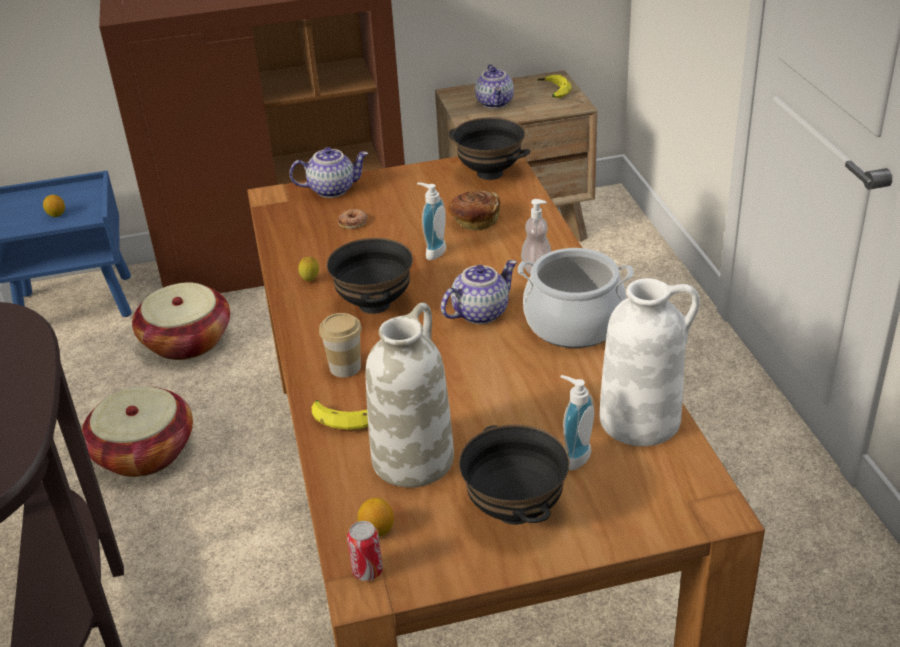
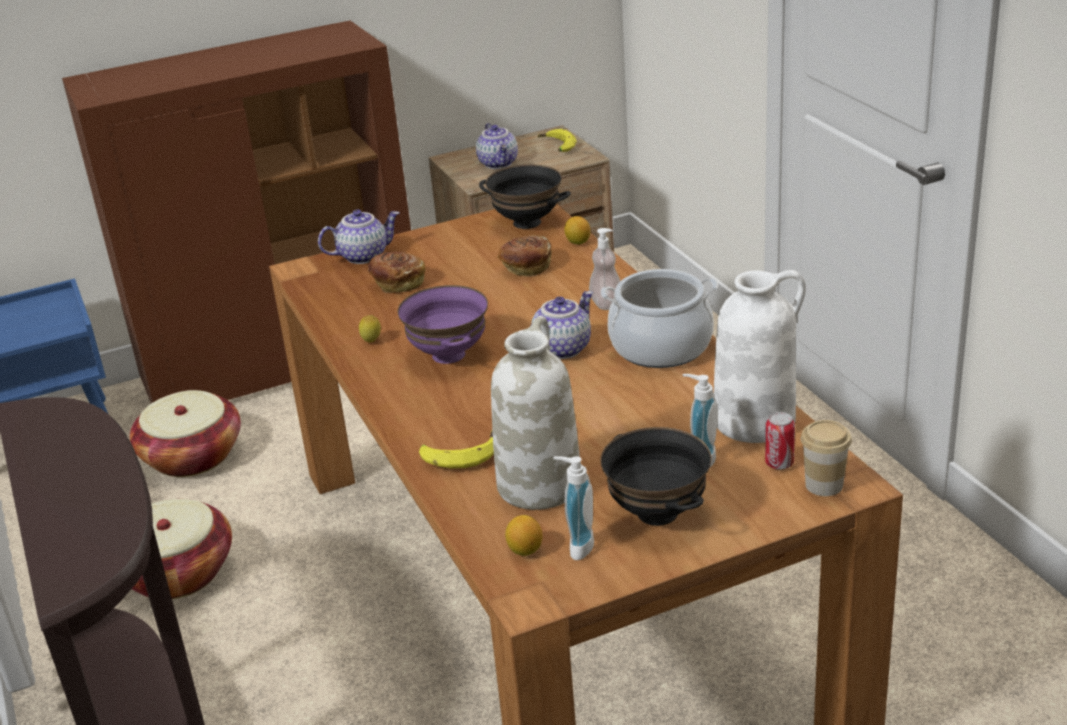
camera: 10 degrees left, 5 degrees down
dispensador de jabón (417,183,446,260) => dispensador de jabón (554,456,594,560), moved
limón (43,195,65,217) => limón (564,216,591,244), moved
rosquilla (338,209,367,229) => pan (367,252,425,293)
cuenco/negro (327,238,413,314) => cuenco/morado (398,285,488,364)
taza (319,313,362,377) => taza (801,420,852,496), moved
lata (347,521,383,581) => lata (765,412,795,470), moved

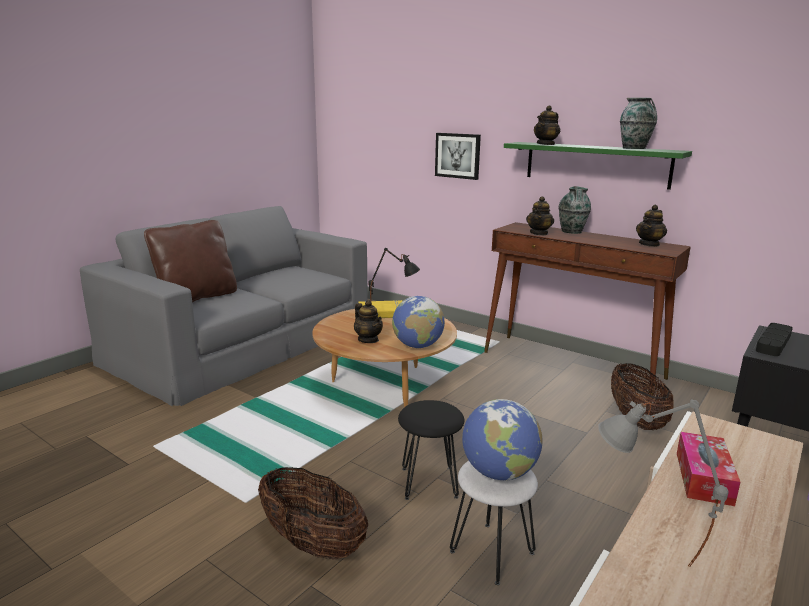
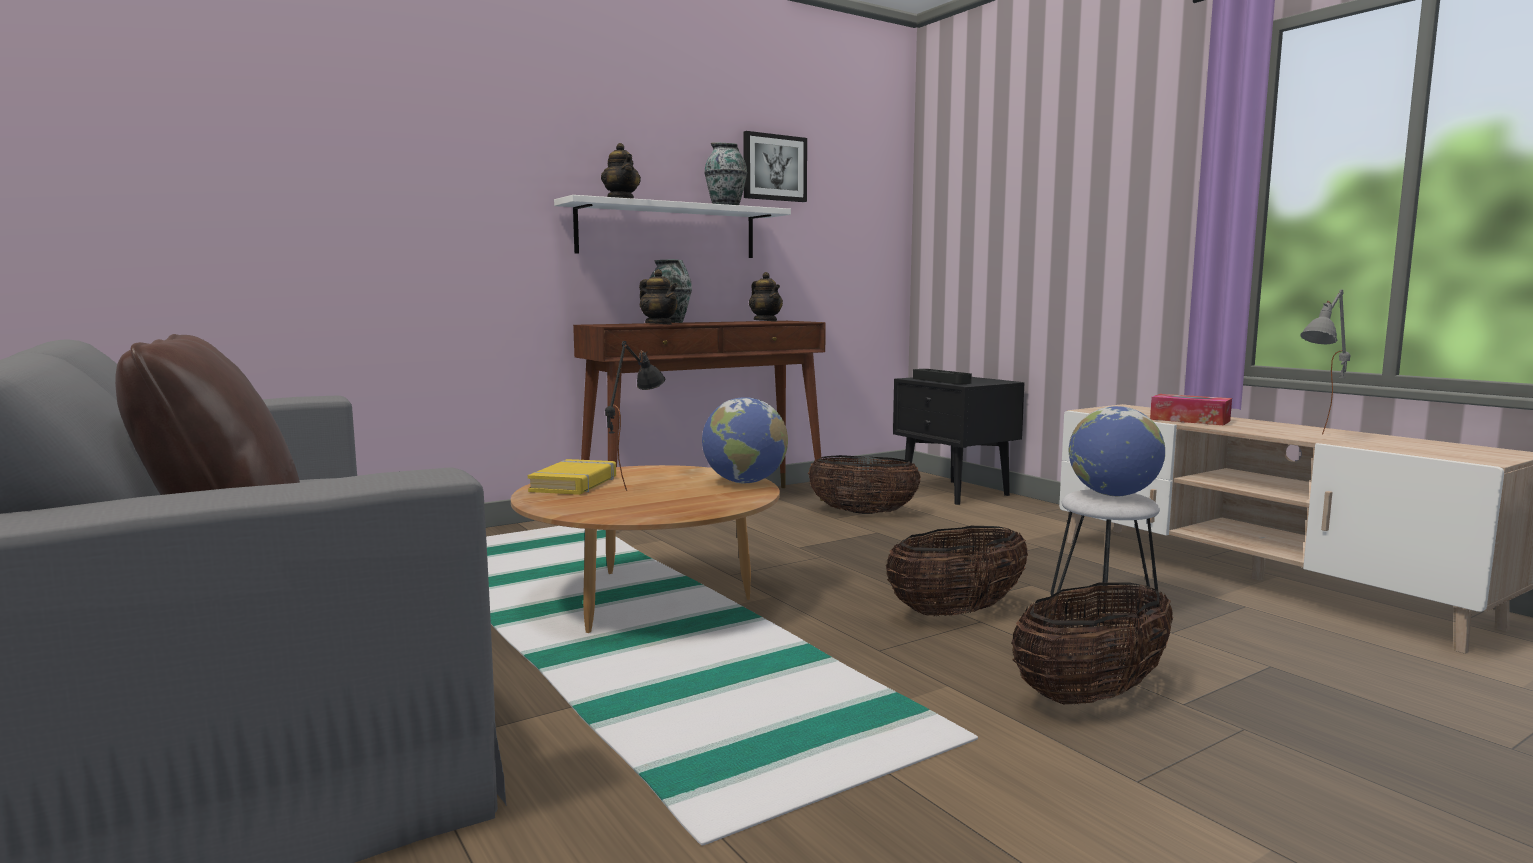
camera: 70 degrees left, 10 degrees down
cuadro (435,133,481,180) => cuadro (743,131,807,202), moved
estante/verde (504,142,692,190) => estante/blanco (554,195,791,258)
tetera (354,300,383,343) => nothing
taburete/negro (398,400,464,500) => cesta (886,526,1028,616)

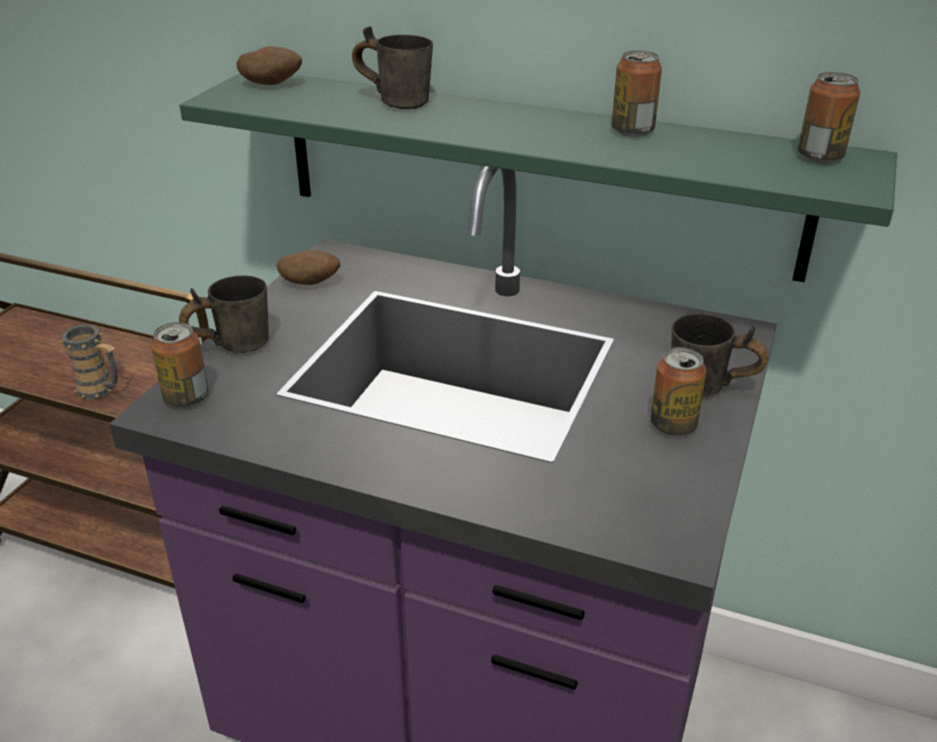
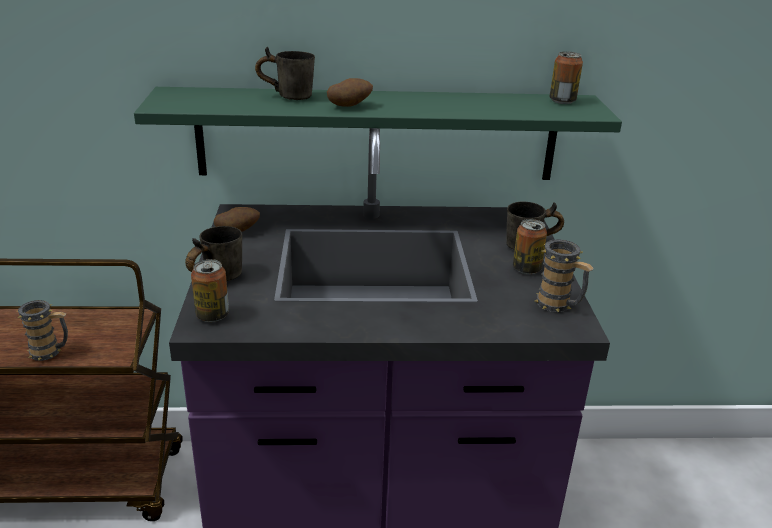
camera: 25 degrees left, 5 degrees down
patata (236,46,302,85) => patata (327,78,373,107), moved
lata (612,50,662,137) => nothing
nothing => taza grande (534,239,594,313)

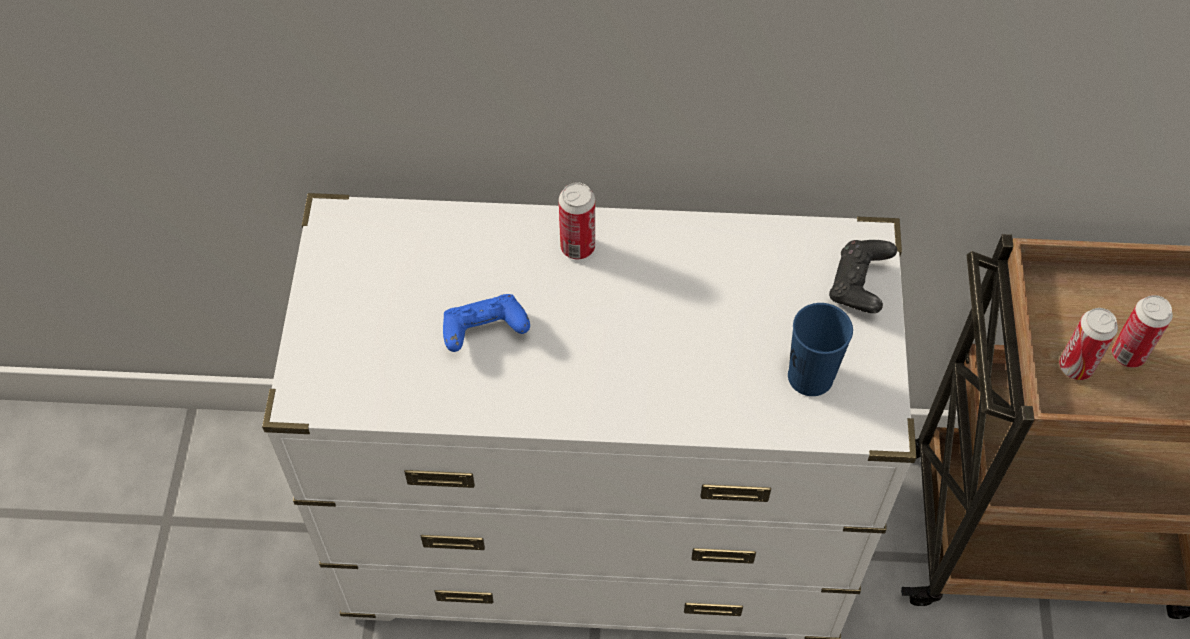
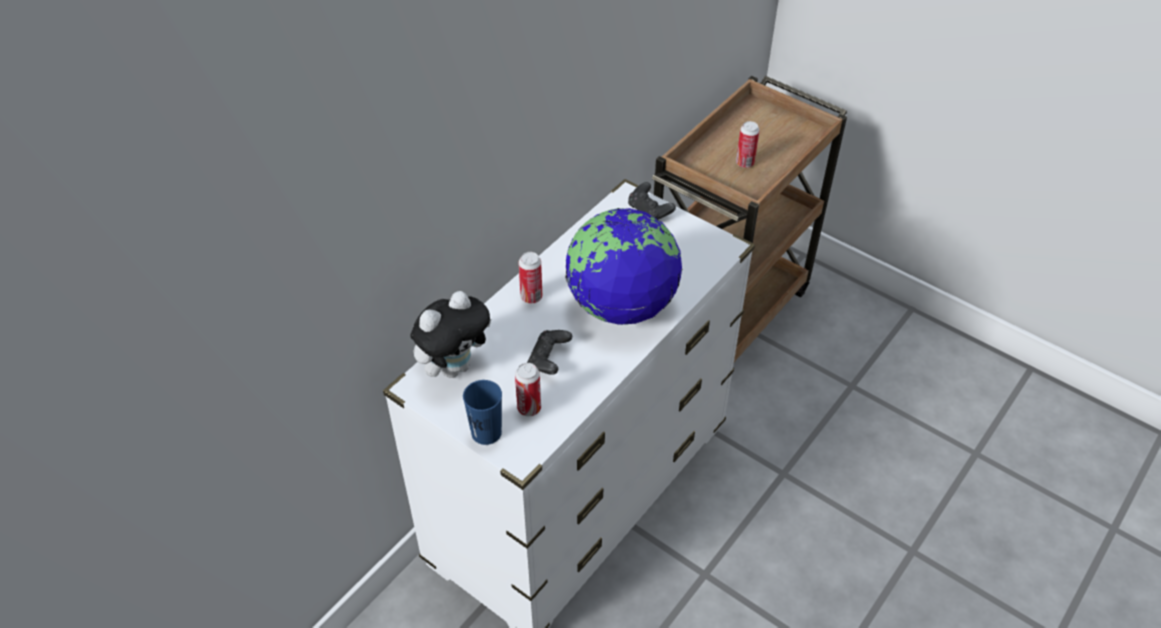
camera: 55 degrees left, 10 degrees down
mando de consola/azul (443,294,530,352) => mando de consola/negro (527,330,572,375)
taza/azul (788,303,853,396) => taza/azul (463,380,502,445), moved
lata (1059,308,1118,380) => lata (515,363,541,416), moved
nothing => globo terráqueo (565,208,682,325)
nothing => peluche (410,291,491,378)

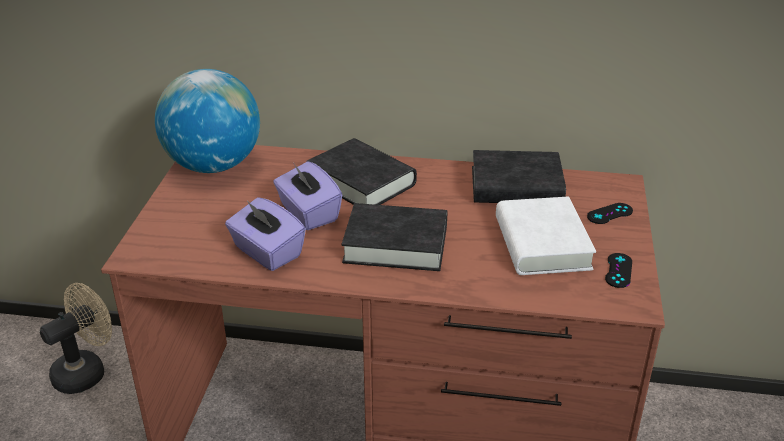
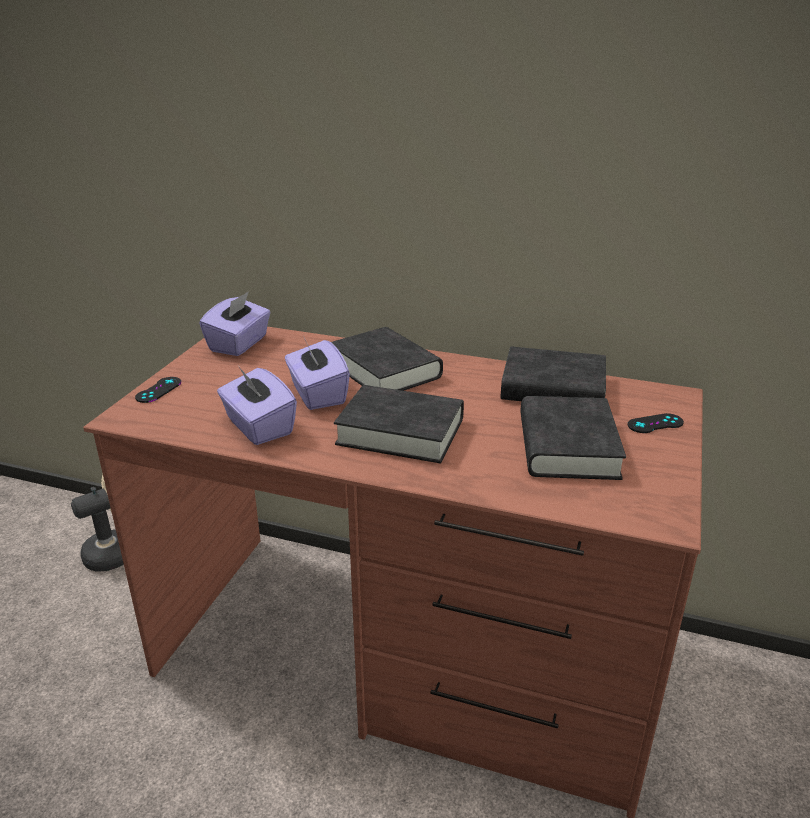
camera: 10 degrees right, 5 degrees down
globo terráqueo (155,69,260,173) => caja de pañuelos/morado (199,292,271,356)
libro/blanco (496,197,596,275) => libro/negro (521,396,626,480)
mando de consola/negro (605,253,632,288) => mando de consola/negro (135,377,181,403), moved

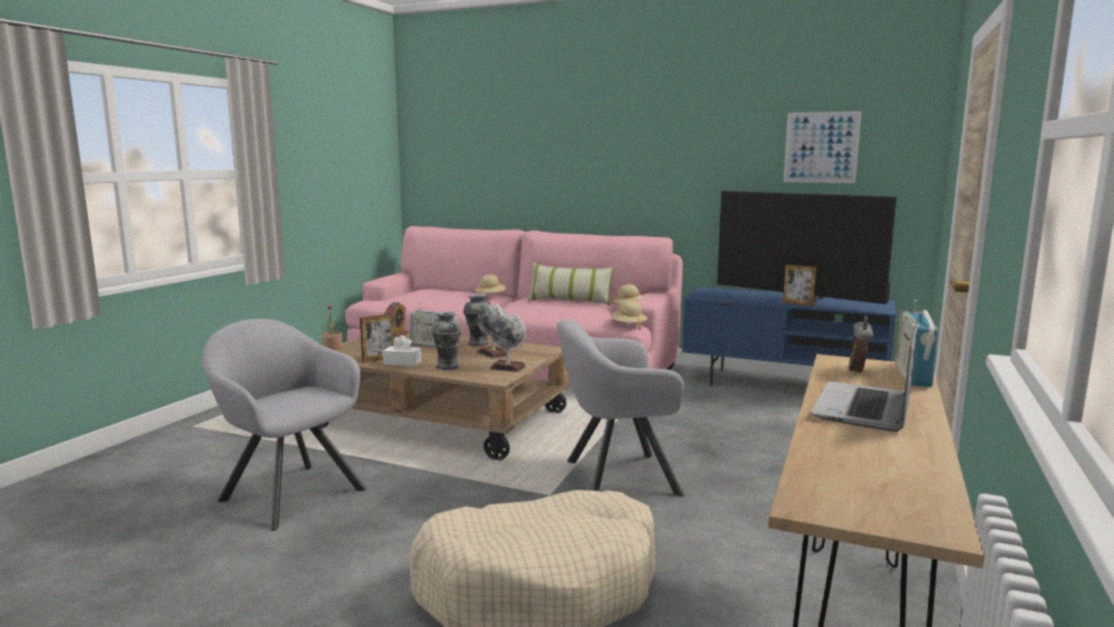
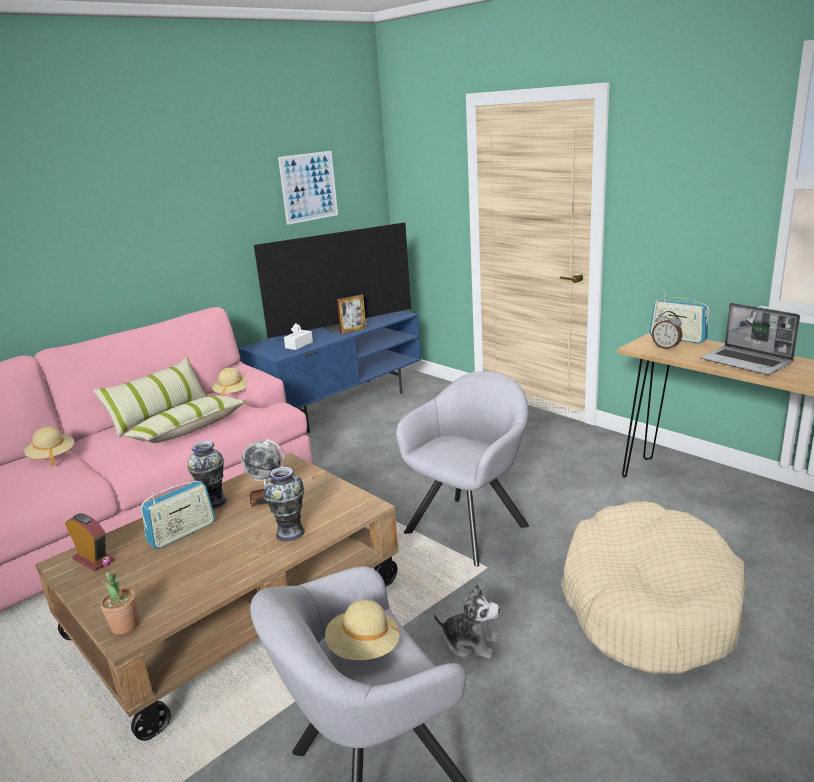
camera: 65 degrees left, 10 degrees up
sombrero/beis (610,300,648,330) => sombrero/beis (325,600,401,660), moved
portarretratos (360,314,396,362) => nothing
globo terráqueo (490,314,526,372) => nothing
sillón/gris (557,320,684,497) => sillón/gris (396,371,529,567), 150 degrees counterclockwise
caja de pañuelos/blanco (383,335,421,366) => caja de pañuelos/blanco (284,323,313,350), moved
nothing => cojín (123,395,247,443)
nothing => peluche (434,583,500,659)

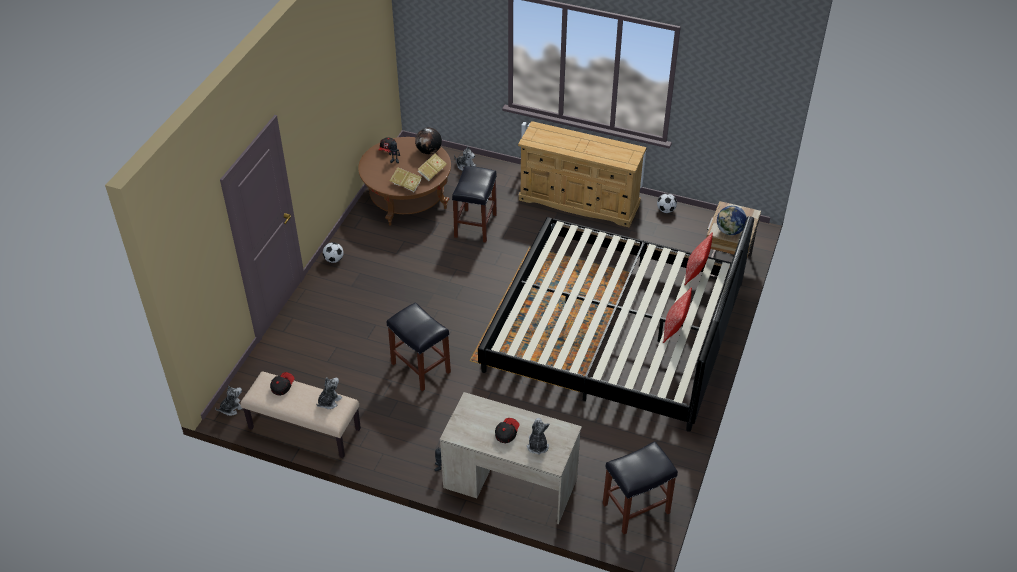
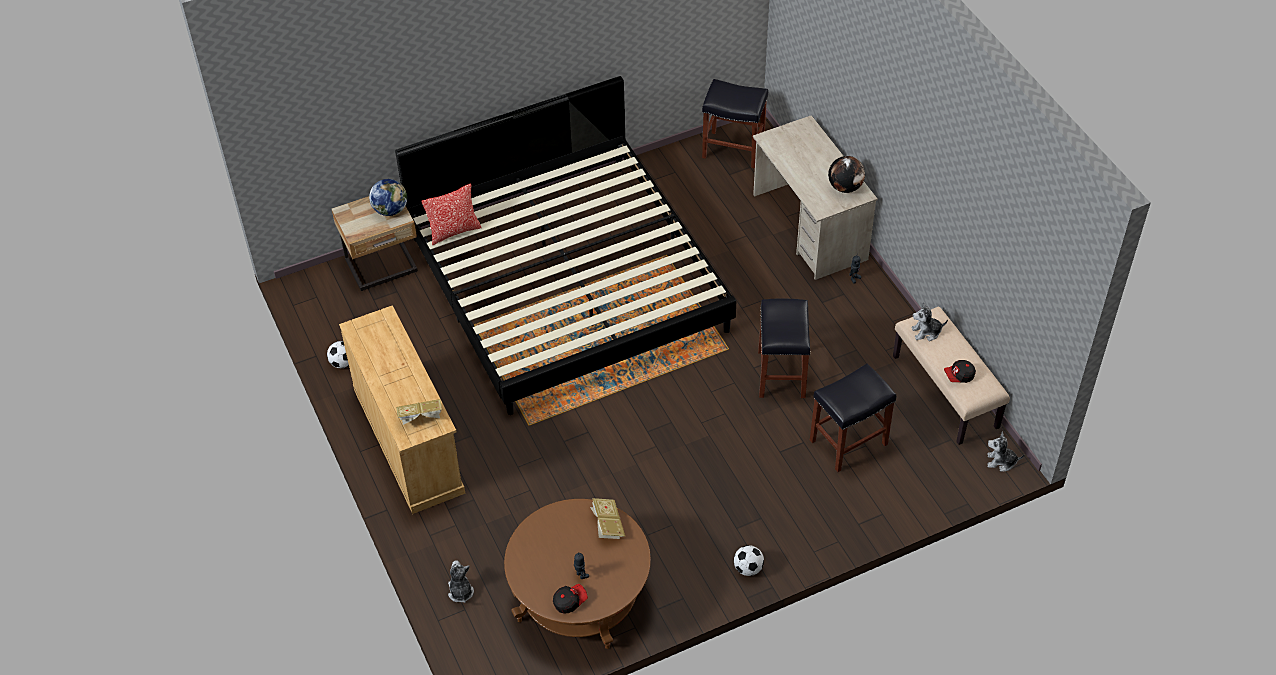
camera: 135 degrees left, 5 degrees up
globo terráqueo (415,128,442,154) => globo terráqueo (828,156,865,193), moved
libro (418,154,447,181) => libro (396,399,442,425), moved
taburete/negro (452,166,497,242) => taburete/negro (810,364,896,472), moved
cojín (663,287,692,343) => nothing
gorra (495,418,519,444) => nothing
peluche (527,418,549,455) => nothing

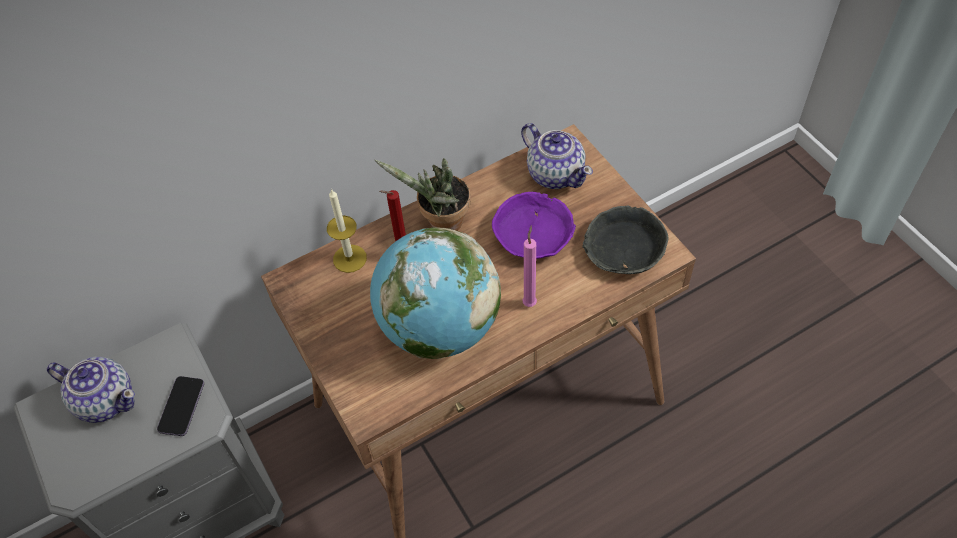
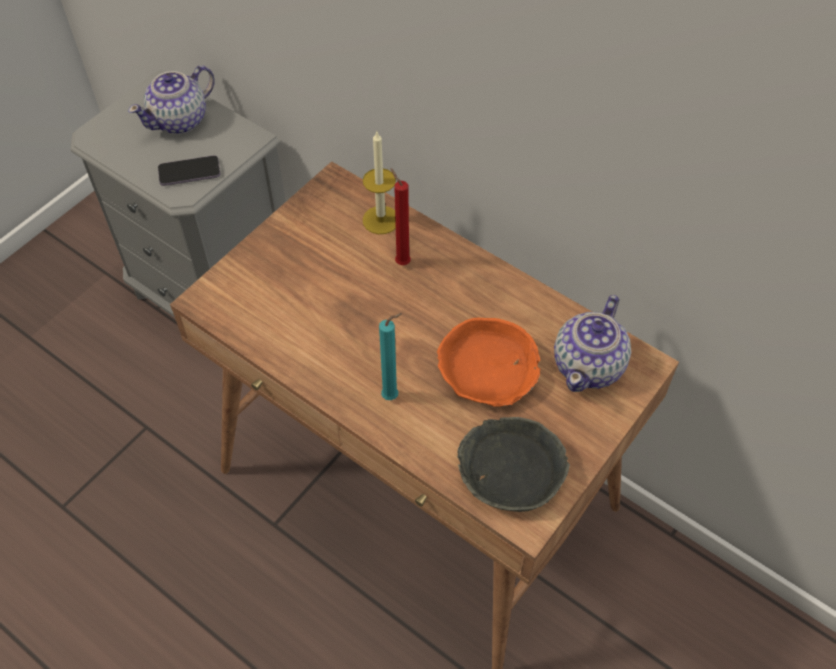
camera: 65 degrees right, 0 degrees up
planta en maceta (375,158,471,231) => nothing
cuenco/morado (492,192,576,259) => cuenco/naranja (437,318,540,406)
vela/rosa (523,226,537,307) => vela/turquesa (379,313,402,400)
globo terráqueo (370,227,501,359) => nothing
tetera (47,357,135,423) => tetera (128,65,215,134), 45 degrees clockwise

